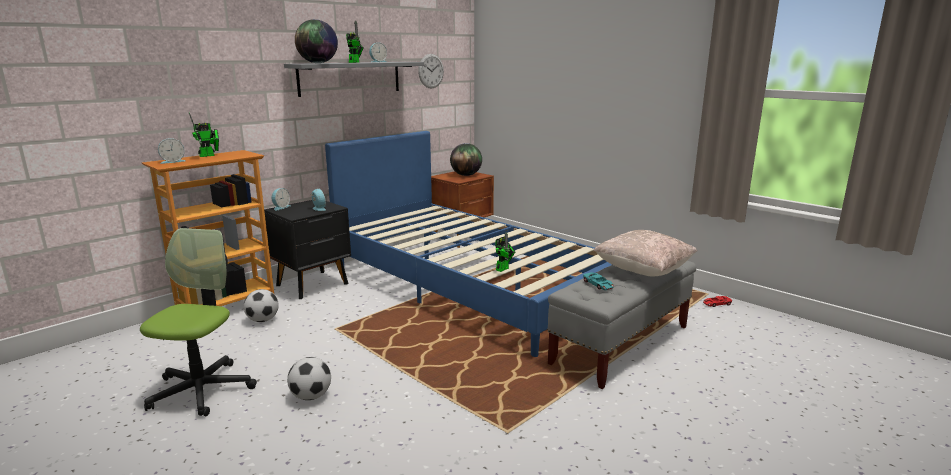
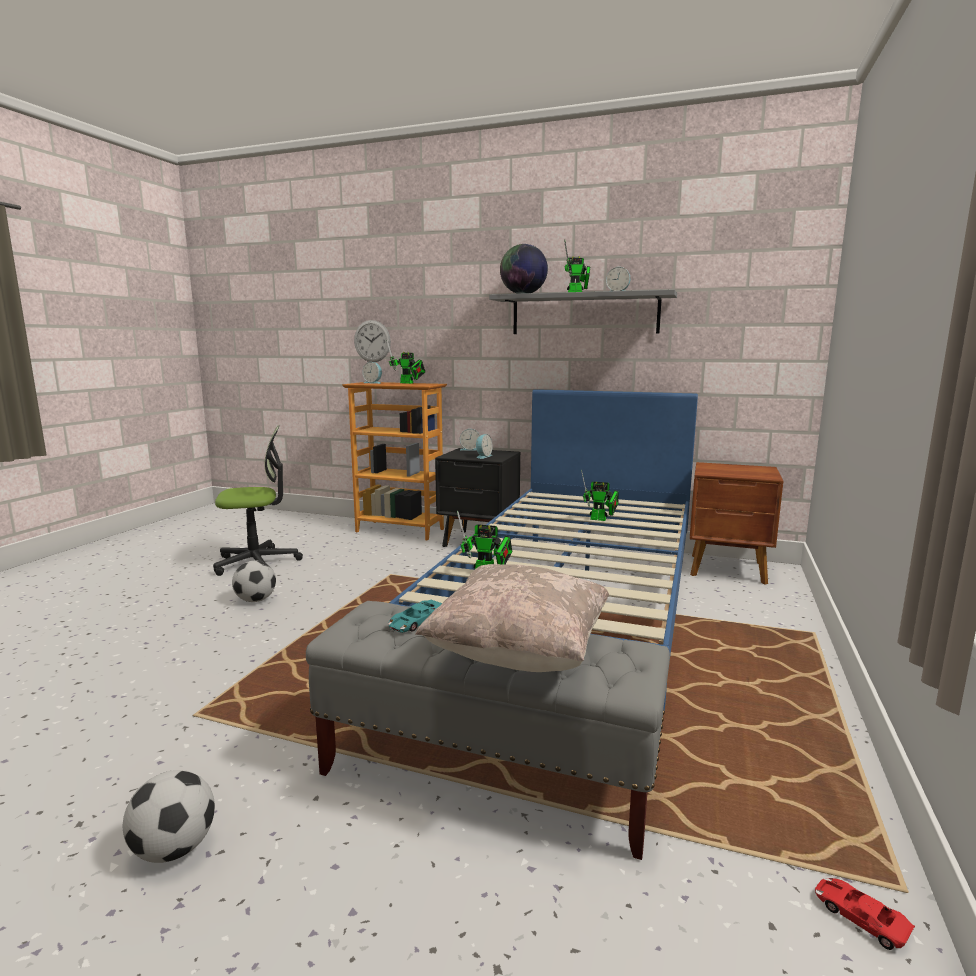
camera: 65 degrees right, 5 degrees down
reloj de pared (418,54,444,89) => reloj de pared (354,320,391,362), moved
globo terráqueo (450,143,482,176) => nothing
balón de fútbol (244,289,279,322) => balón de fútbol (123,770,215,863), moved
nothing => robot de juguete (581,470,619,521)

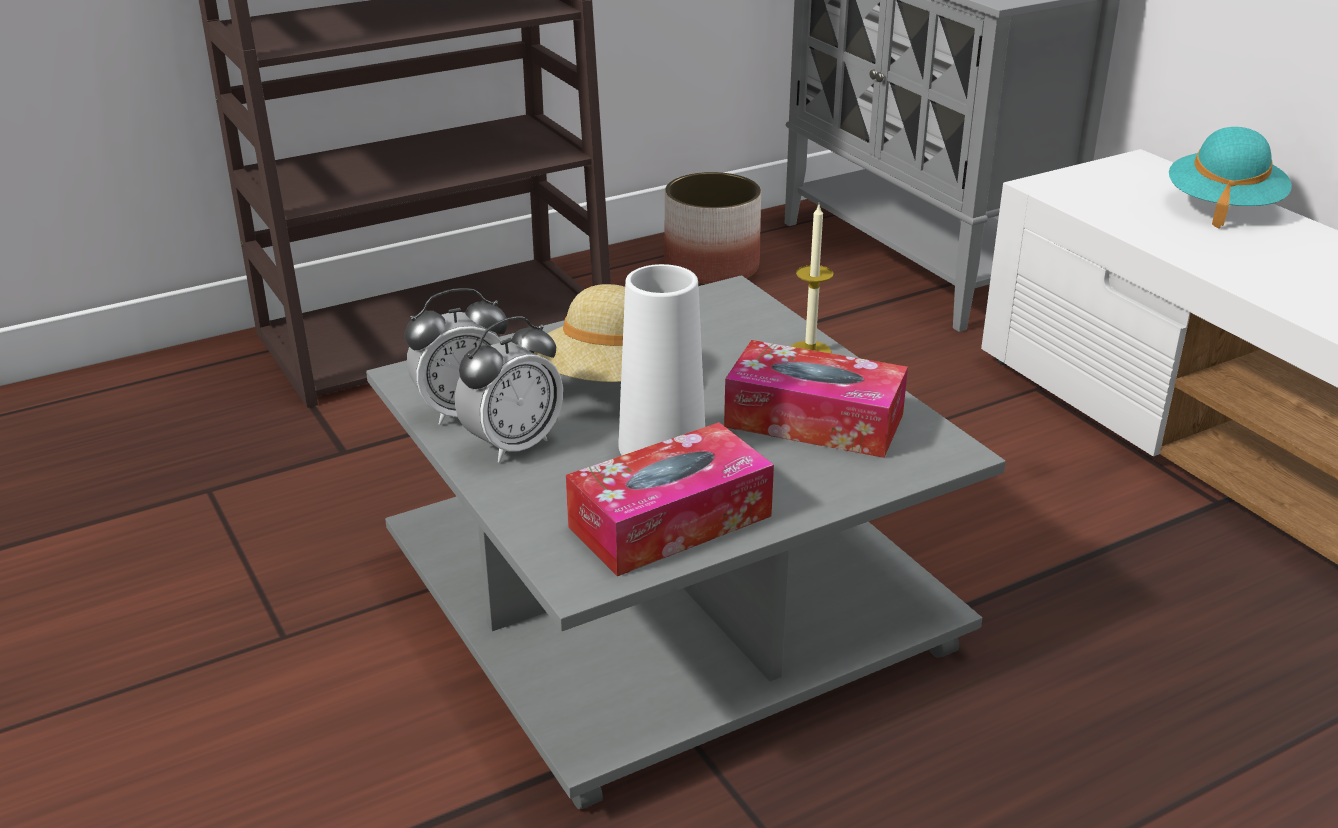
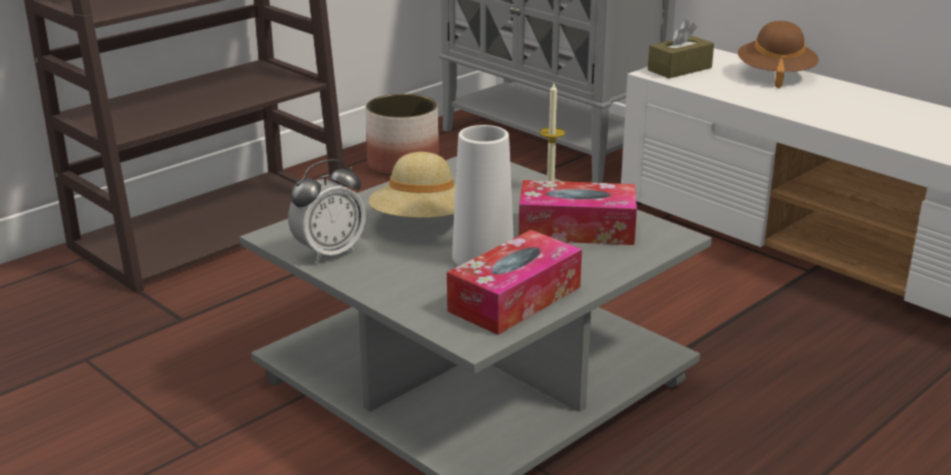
camera: 15 degrees left, 5 degrees down
sombrero/turquesa (1169,127,1292,229) => sombrero/marrón (738,21,819,89)
despertador (455,316,563,463) => nothing
nothing => caja de pañuelos/marrón (648,20,714,78)

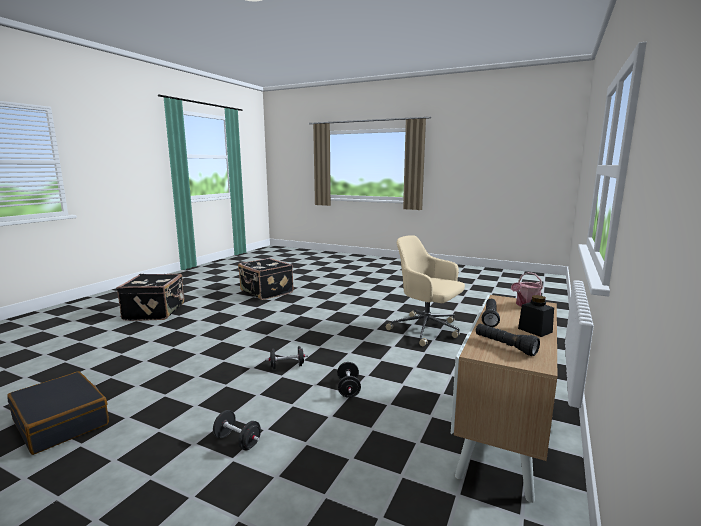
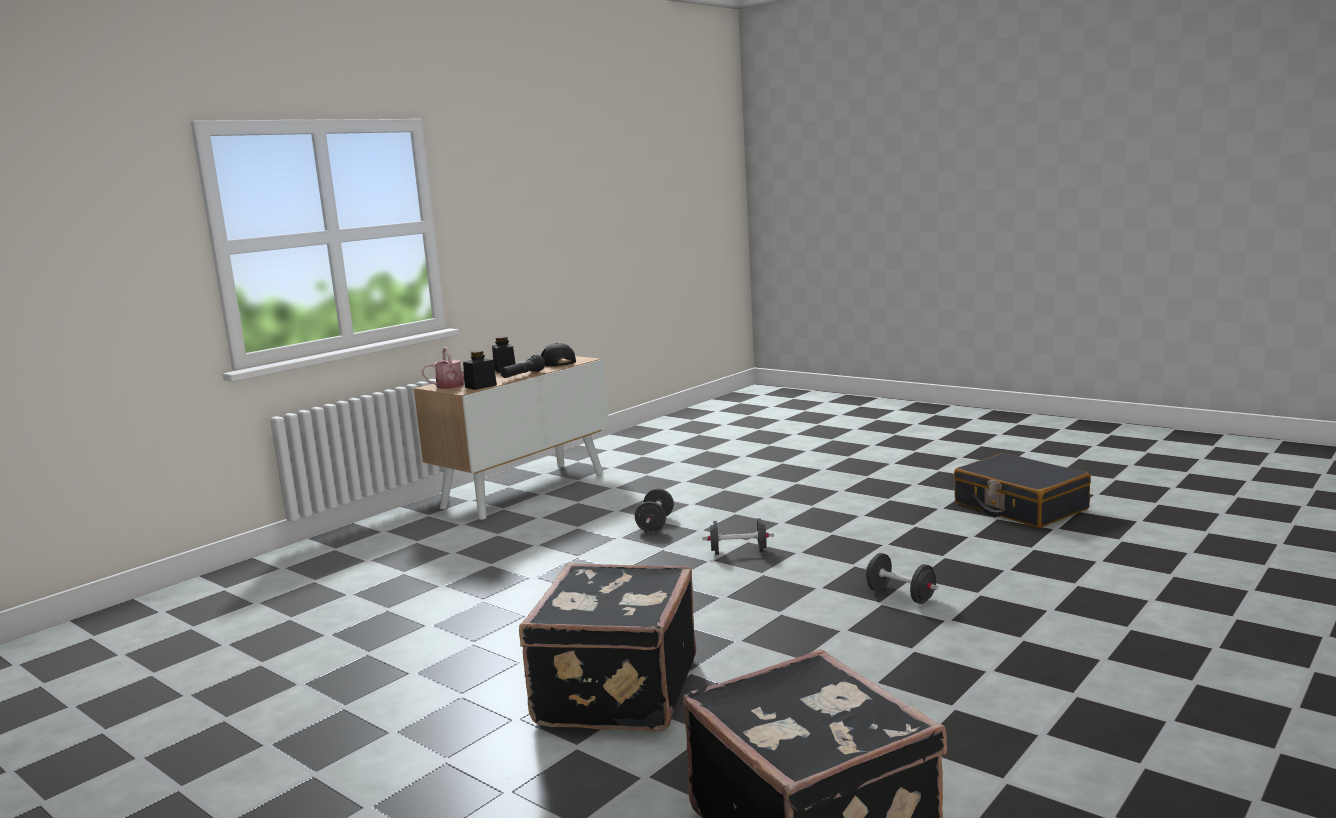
camera: 165 degrees left, 0 degrees up
silla de oficina/beis (386,235,465,346) => nothing
maleta/negro (116,274,184,321) => maleta/negro (519,563,696,732), moved
linterna/negro (476,324,540,356) => gorra/negro (541,343,576,367)
mancuerna/negro (213,410,261,450) => mancuerna/negro (865,553,938,604), moved
nothing => tarro/negro (463,350,497,390)

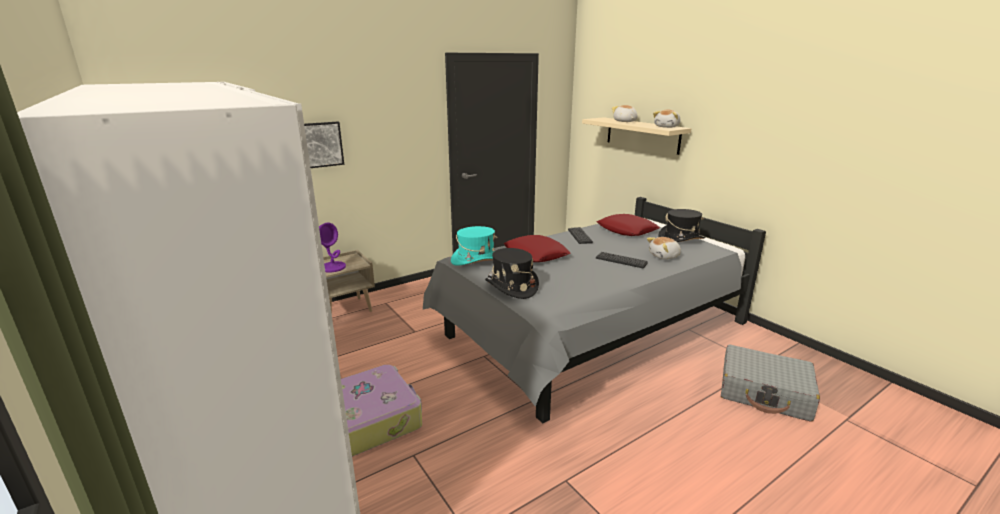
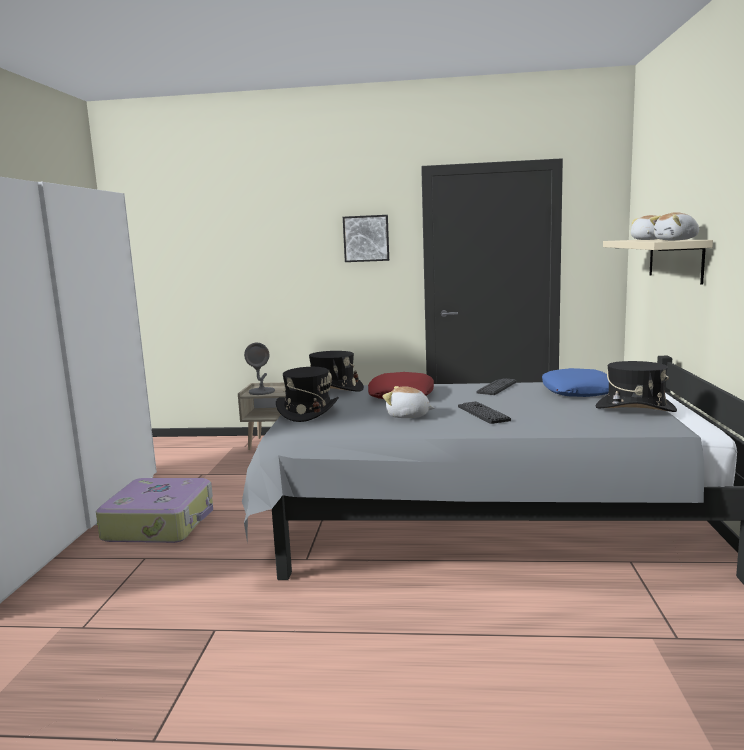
camera: 40 degrees right, 10 degrees down
cuadro (304,121,344,168) => cuadro (343,215,389,262), moved
cojín/rojo (597,214,660,236) => cojín/azul (542,368,609,397)
lámpara de mesa/morado (319,223,346,272) => lámpara de mesa/gris (244,343,275,395)
sombrero/turquesa (451,226,497,266) => sombrero/negro (309,351,364,392)
peluche (647,237,681,260) => peluche (383,386,435,418), moved
maleta/gris (721,344,820,422) => nothing

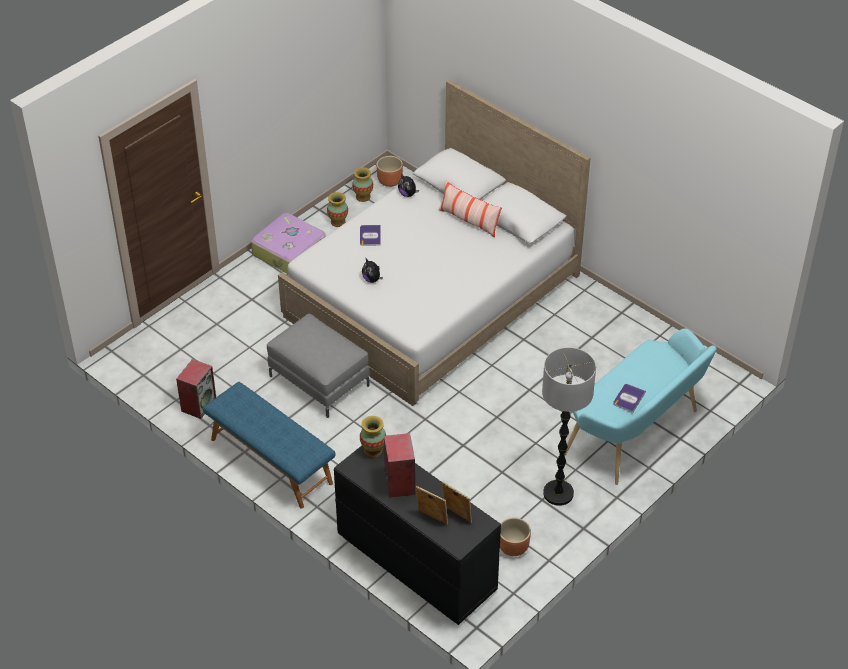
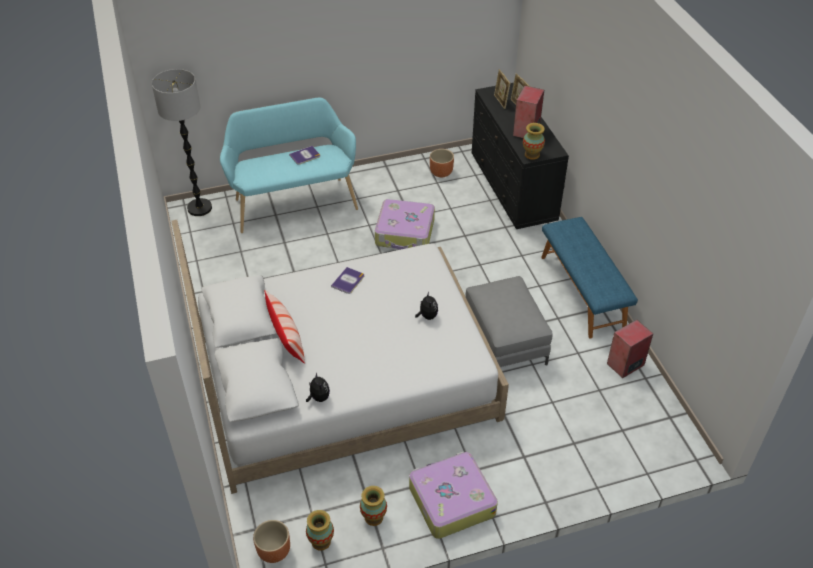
camera: 150 degrees left, 0 degrees up
libro (360,225,381,246) => libro (331,267,364,294), moved
lámpara de pie (542,347,596,506) => lámpara de pie (152,69,212,216), moved
nothing => maleta (375,199,435,250)

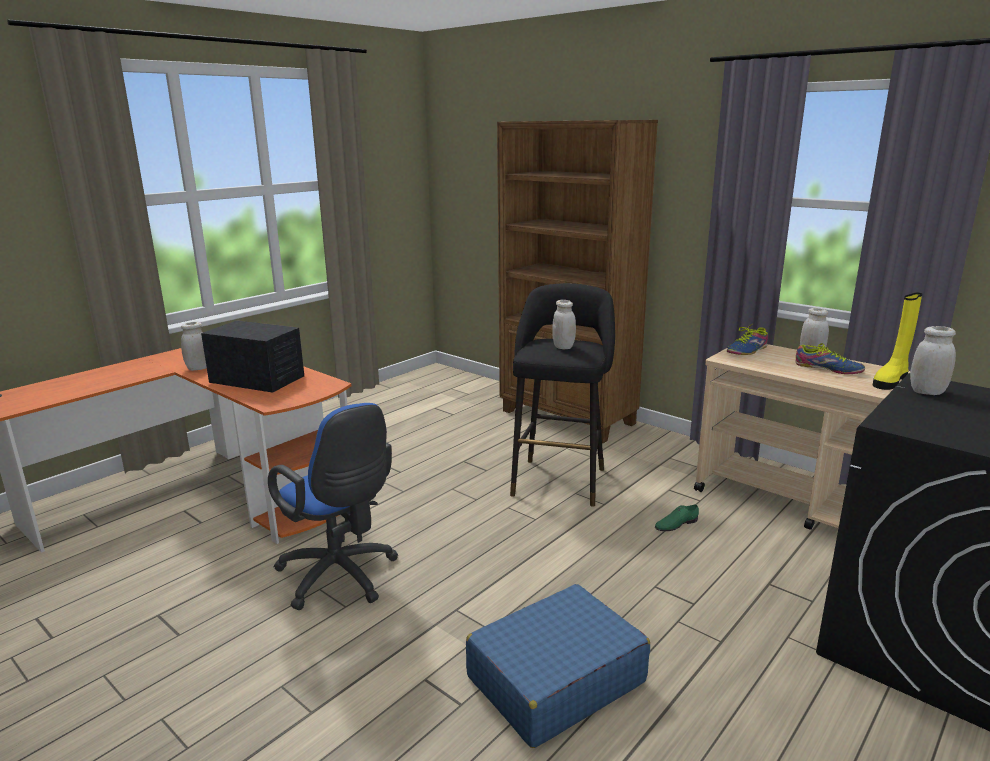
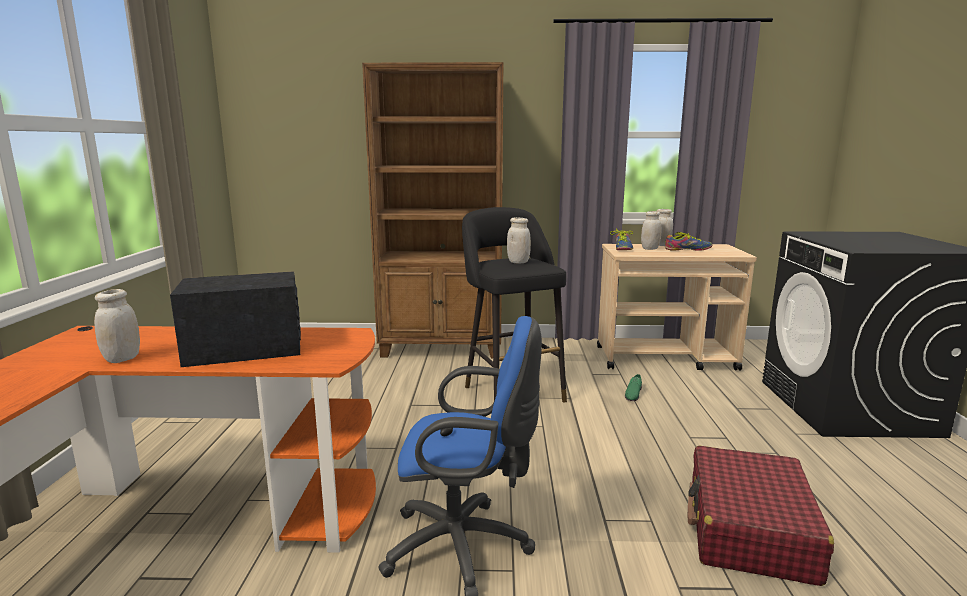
camera: 40 degrees left, 5 degrees down
bota/amarillo (873,293,922,390) => nothing
tarro/blanco (910,326,956,395) => tarro/blanco (641,211,661,250), moved
maleta/azul (466,584,650,748) => maleta/rojo (688,446,834,586)

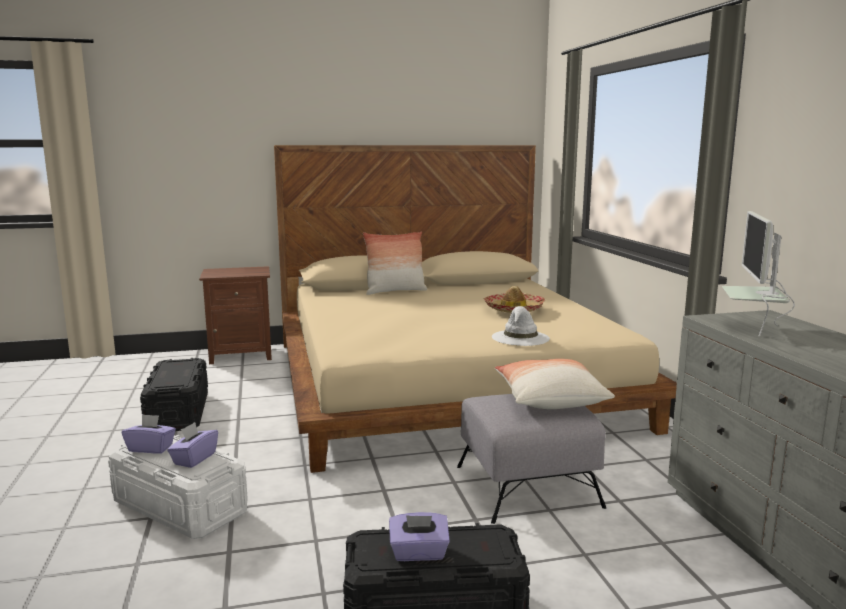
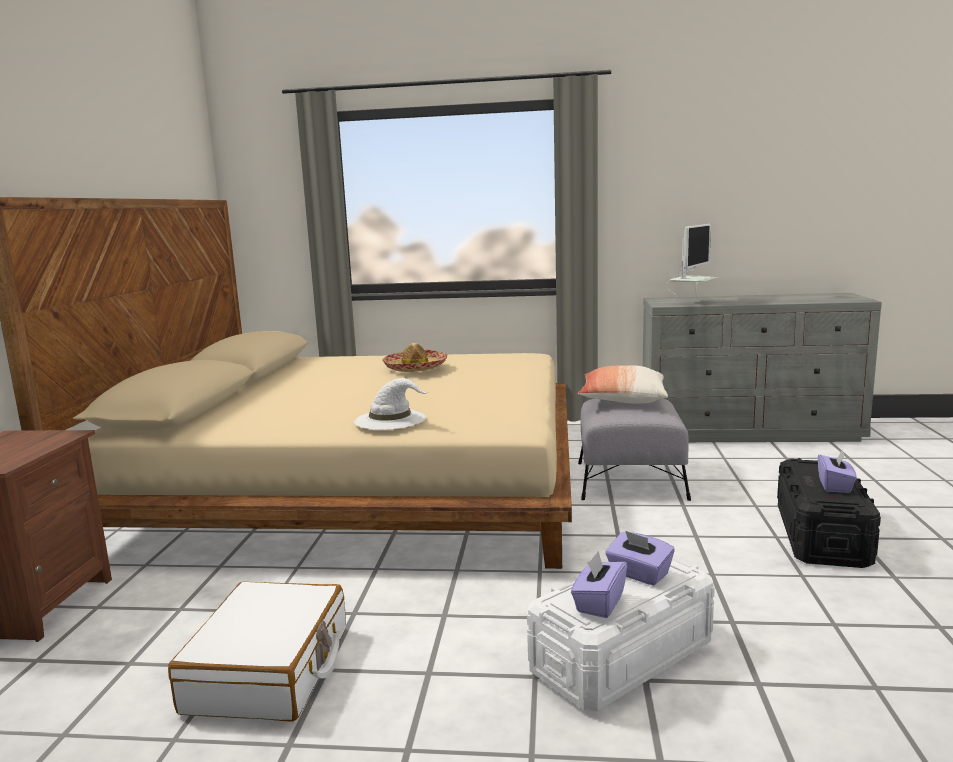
camera: 70 degrees left, 0 degrees up
monitor (722,211,795,337) => monitor (666,224,718,301), 90 degrees counterclockwise
cojín (363,231,427,295) => nothing
sombrero/blanco (492,306,550,346) => sombrero/blanco (354,378,428,430), moved
caja de almacenaje/negro (140,358,208,431) => maleta/blanco (168,582,346,722)

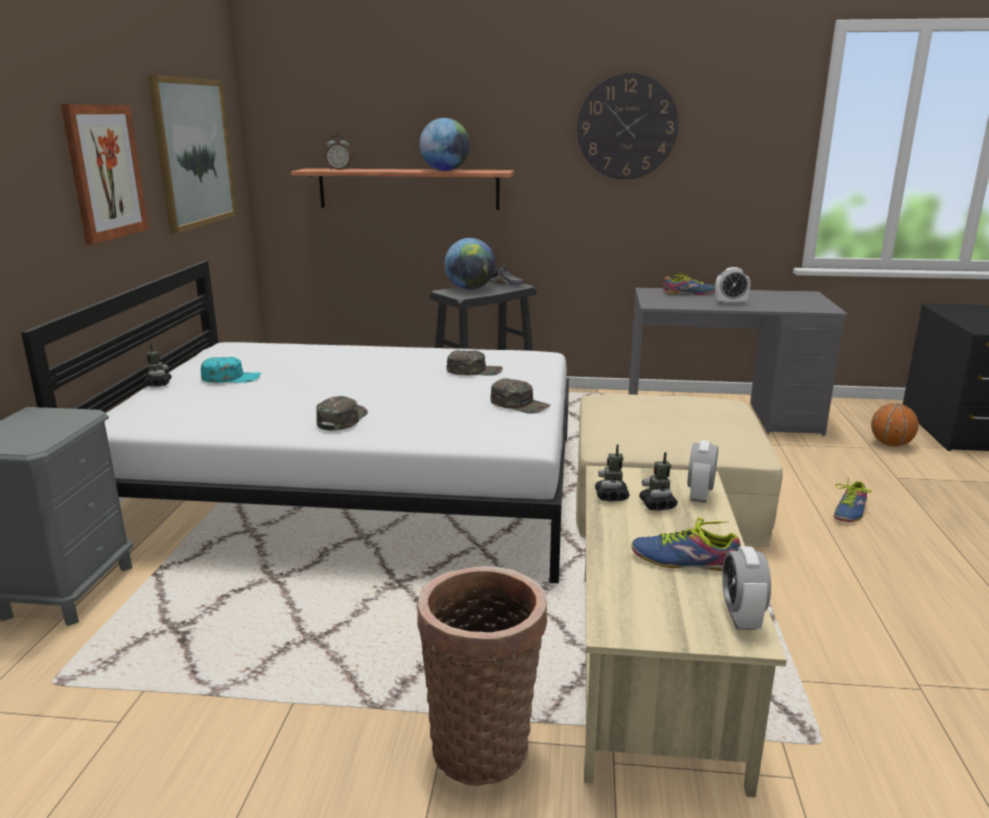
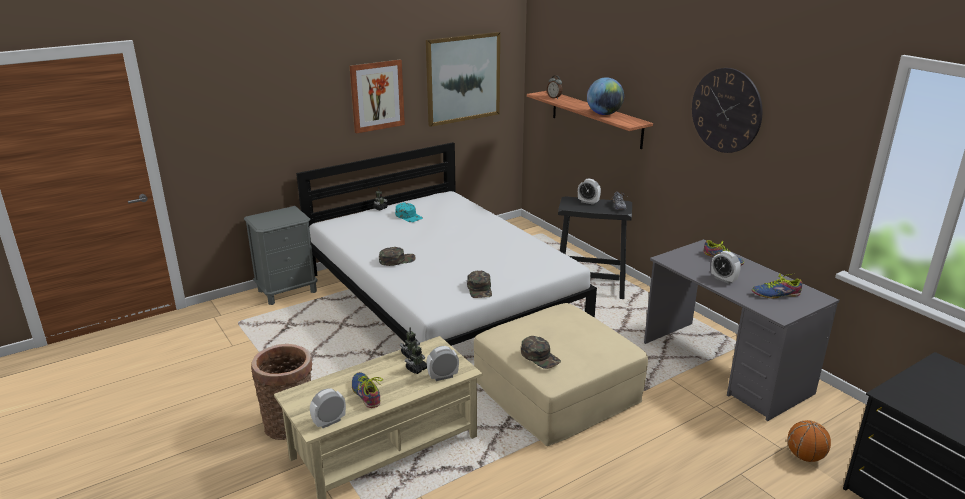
camera: 50 degrees right, 5 degrees up
globo terráqueo (445,238,495,290) => despertador (578,179,601,205)
gorra/verde (447,350,503,376) => gorra/verde (521,336,561,369), moved
zapato (834,477,872,522) => zapato (752,274,802,298), moved

